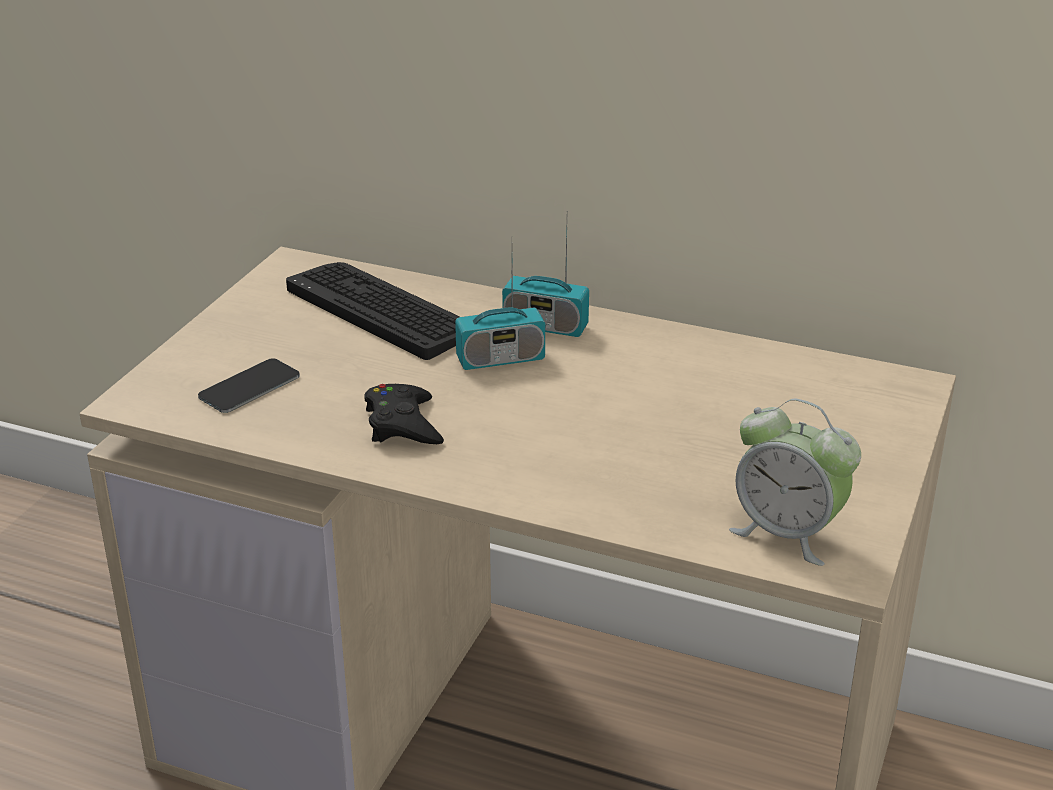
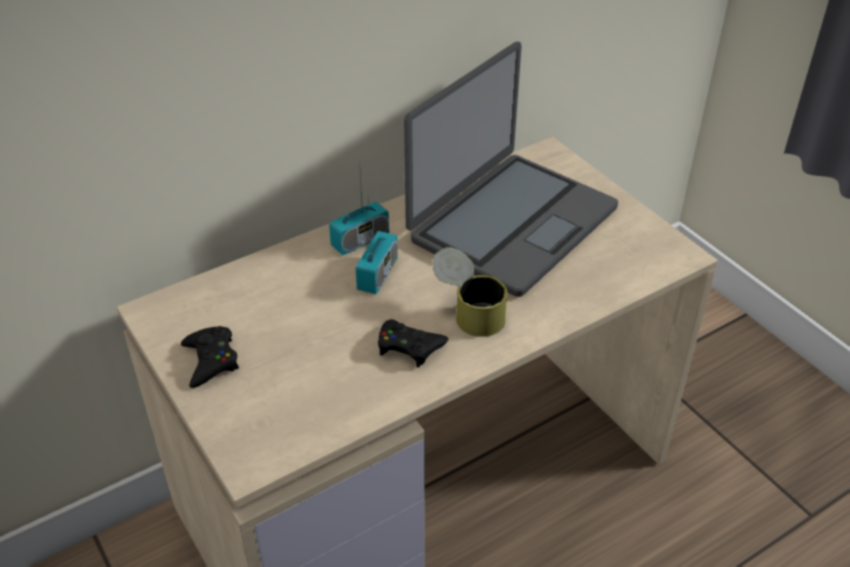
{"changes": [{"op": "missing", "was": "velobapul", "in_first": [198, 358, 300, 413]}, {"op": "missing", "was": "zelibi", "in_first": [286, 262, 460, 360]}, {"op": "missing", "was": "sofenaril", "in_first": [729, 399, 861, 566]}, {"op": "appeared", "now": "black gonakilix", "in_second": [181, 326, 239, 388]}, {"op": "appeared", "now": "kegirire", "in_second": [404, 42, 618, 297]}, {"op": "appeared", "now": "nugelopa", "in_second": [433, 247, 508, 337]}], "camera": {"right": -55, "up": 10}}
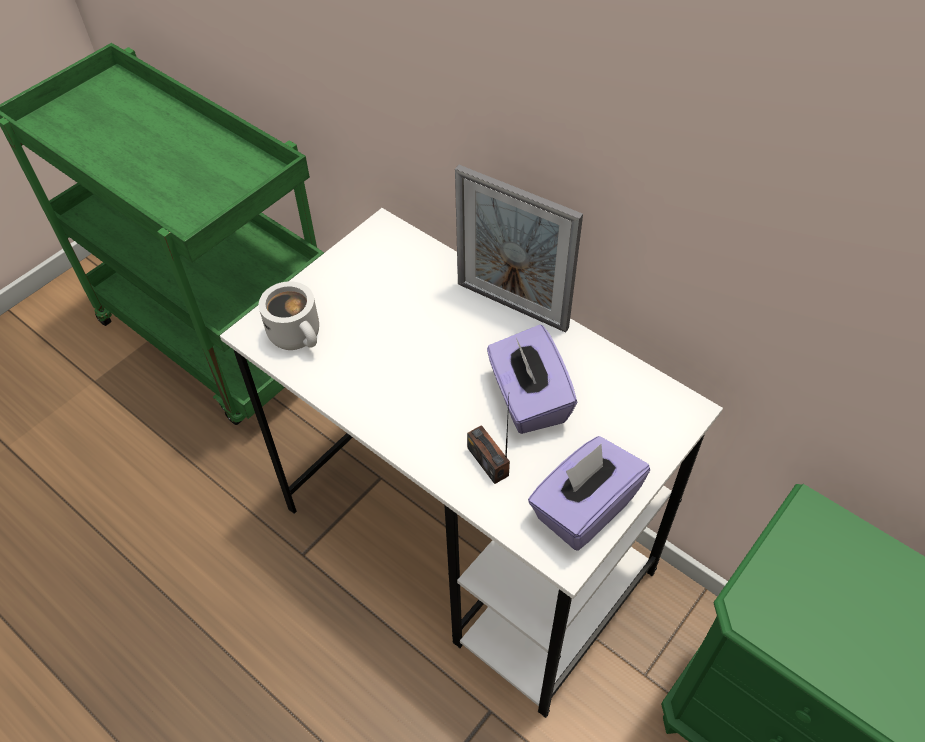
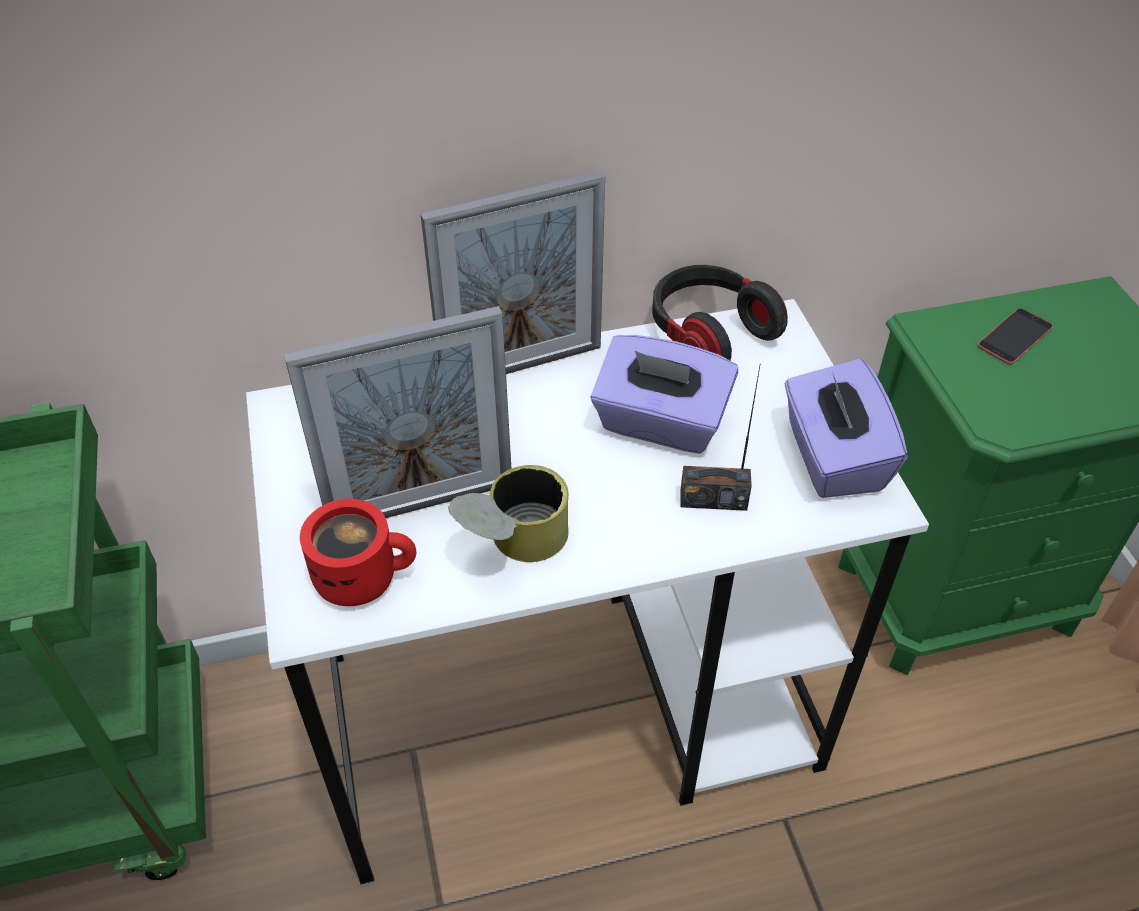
{"changes": [{"op": "appeared", "now": "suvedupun", "in_second": [284, 306, 511, 518]}, {"op": "appeared", "now": "nugelopa", "in_second": [448, 465, 569, 562]}, {"op": "appeared", "now": "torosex", "in_second": [652, 265, 788, 360]}, {"op": "appeared", "now": "velobapul", "in_second": [977, 308, 1053, 364]}, {"op": "colour", "was": "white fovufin", "now": "red fovufin", "in_first": [259, 281, 319, 350], "in_second": [300, 499, 416, 606]}], "camera": {"right": -55, "up": -5}}
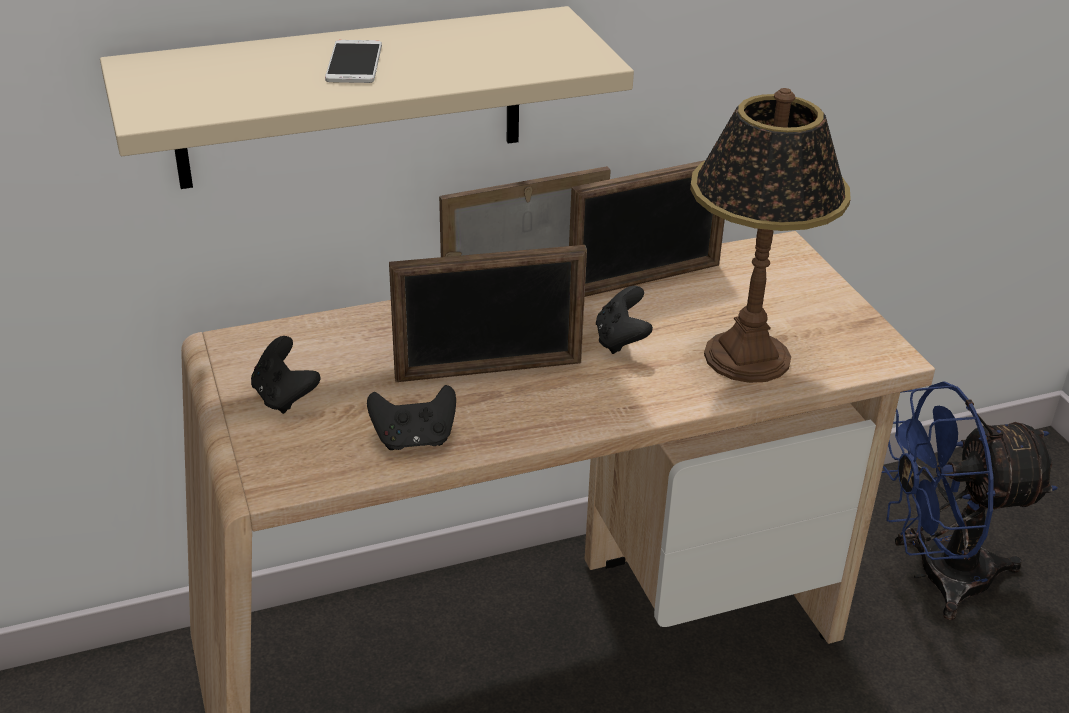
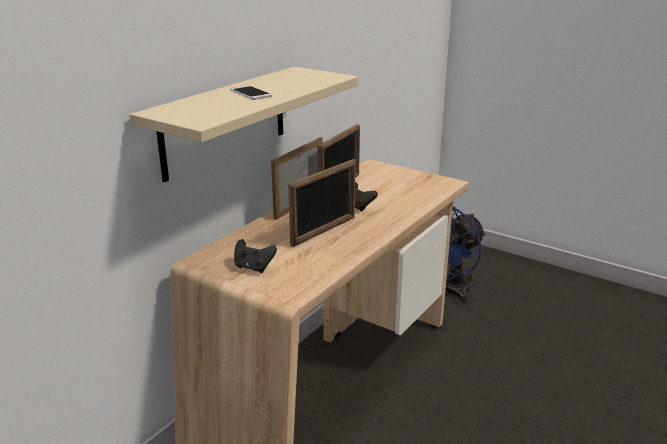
{"changes": [{"op": "missing", "was": "black gonakilix", "in_first": [367, 385, 456, 450]}, {"op": "missing", "was": "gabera", "in_first": [690, 88, 851, 383]}], "camera": {"right": -35, "up": -10}}
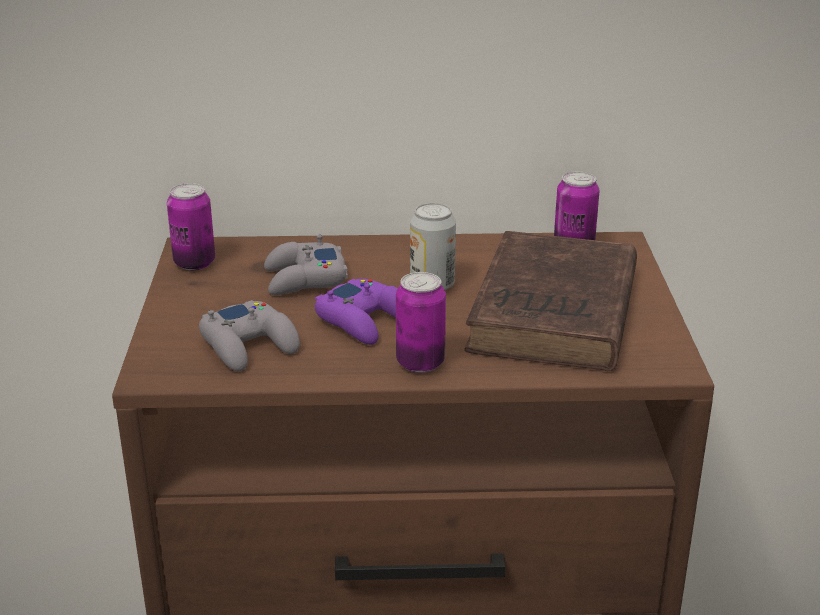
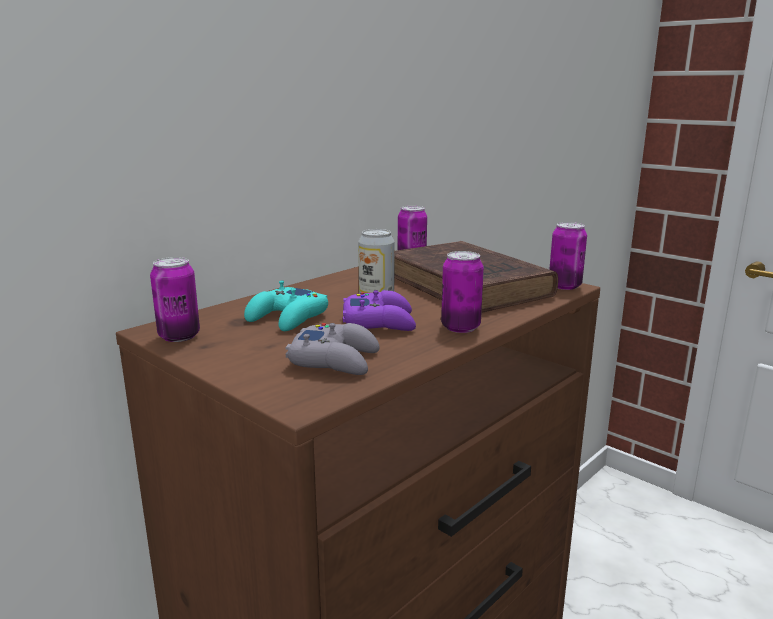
{"changes": [{"op": "appeared", "now": "nugelopa", "in_second": [549, 222, 587, 290]}, {"op": "colour", "was": "grey gonakilix", "now": "turquoise gonakilix", "in_first": [264, 235, 348, 295], "in_second": [244, 280, 328, 331]}], "camera": {"right": -45, "up": -10}}
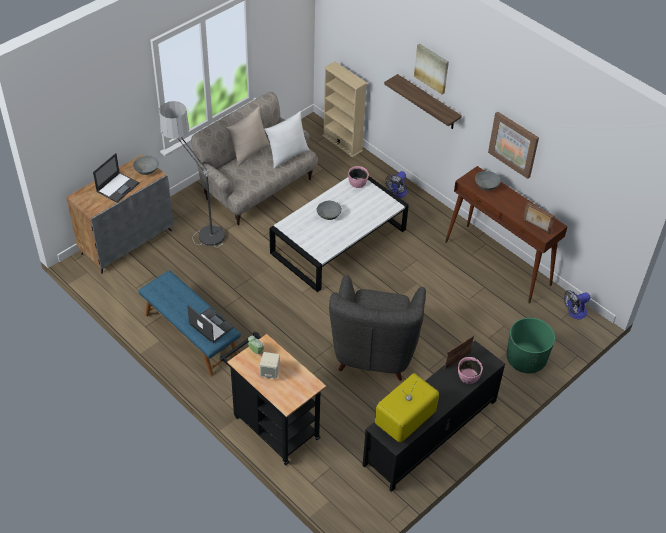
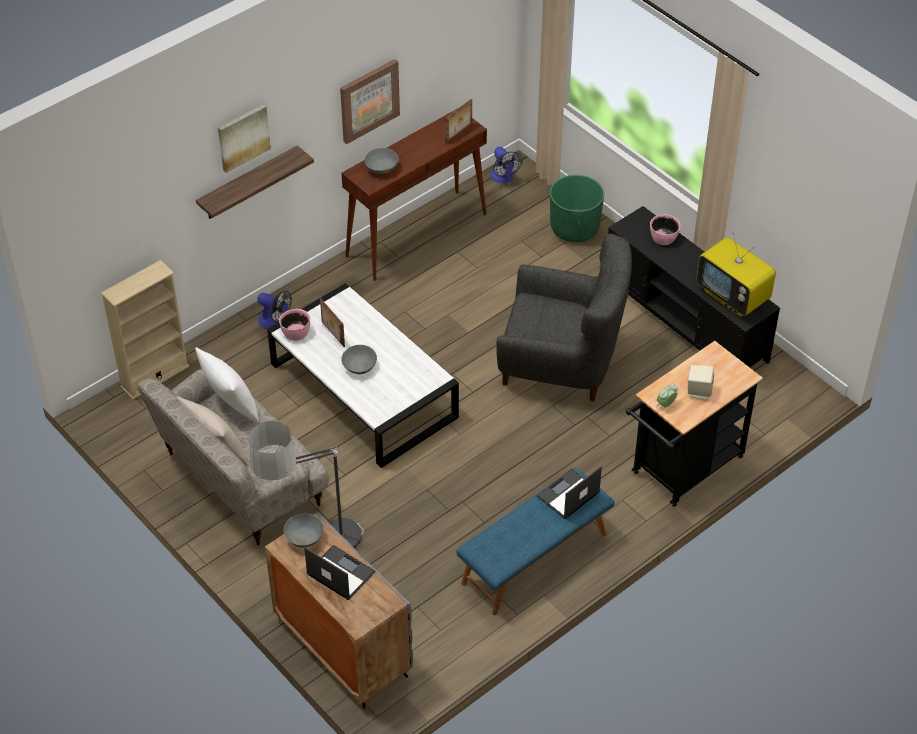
{"changes": [{"op": "relocated", "was": "suvedupun", "in_first": [445, 336, 474, 369], "in_second": [320, 298, 345, 348]}], "camera": {"right": -85, "up": 0}}
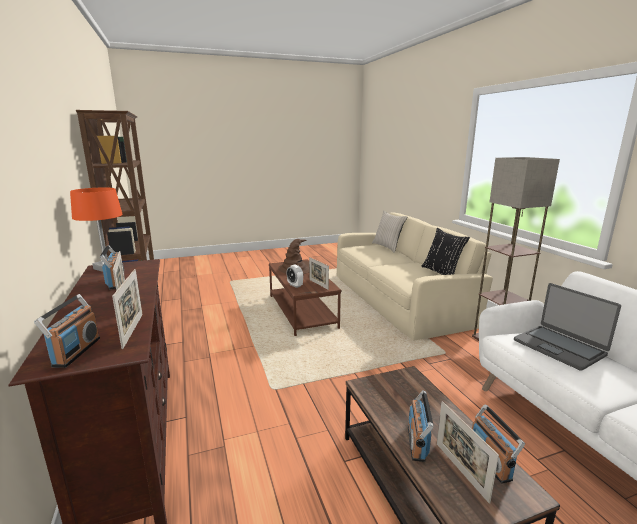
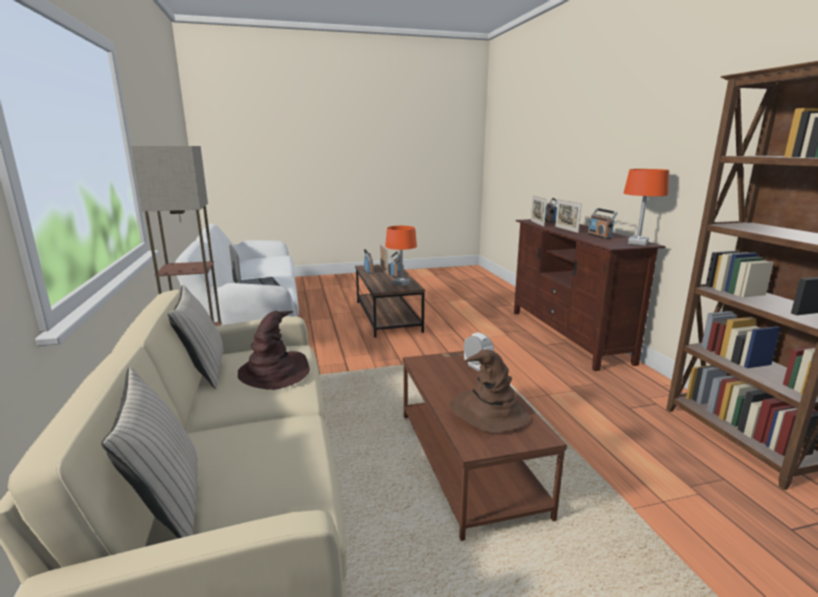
{"changes": [{"op": "missing", "was": "suvedupun", "in_first": [309, 257, 329, 290]}, {"op": "appeared", "now": "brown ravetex", "in_second": [238, 311, 310, 390]}, {"op": "appeared", "now": "orange gabera", "in_second": [385, 226, 417, 286]}, {"op": "colour", "was": "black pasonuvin", "now": "beige pasonuvin", "in_first": [421, 228, 470, 275], "in_second": [168, 285, 224, 389]}], "camera": {"right": -175, "up": 0}}
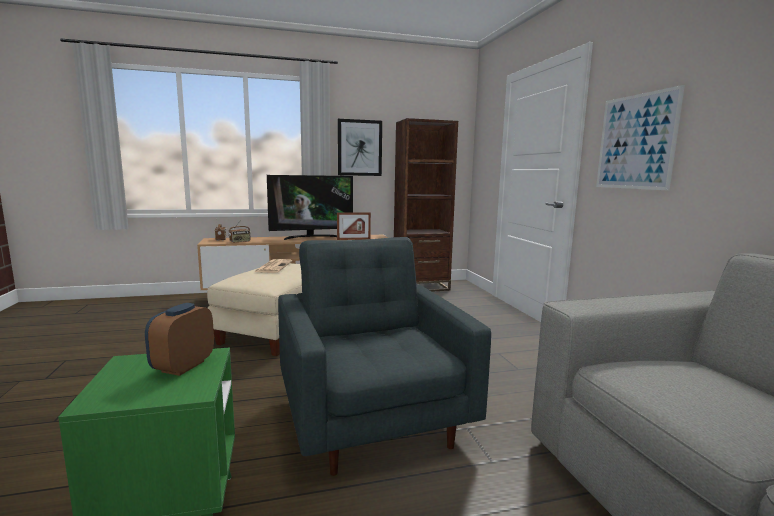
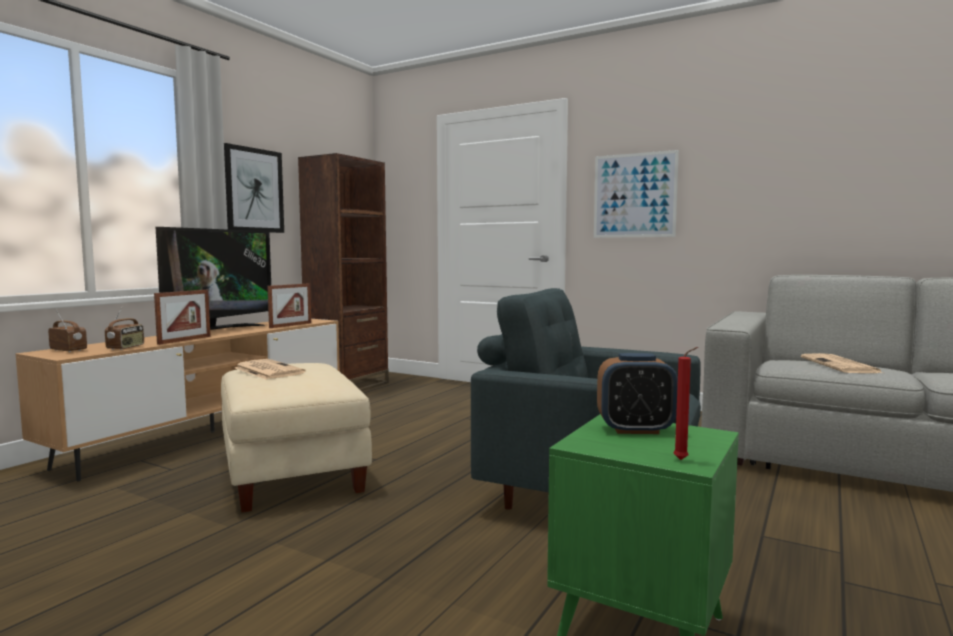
{"changes": [{"op": "appeared", "now": "suvedupun", "in_second": [154, 290, 211, 345]}, {"op": "appeared", "now": "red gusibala", "in_second": [674, 347, 698, 460]}, {"op": "appeared", "now": "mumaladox", "in_second": [801, 353, 883, 373]}, {"op": "spun", "was": "sofenaril", "in_first": [145, 303, 214, 376], "in_second": [597, 353, 678, 434], "clockwise": -60}], "camera": {"right": -45, "up": -5}}
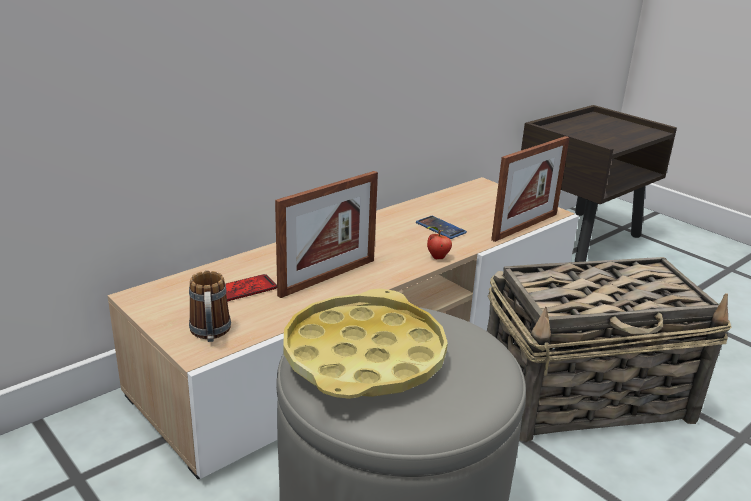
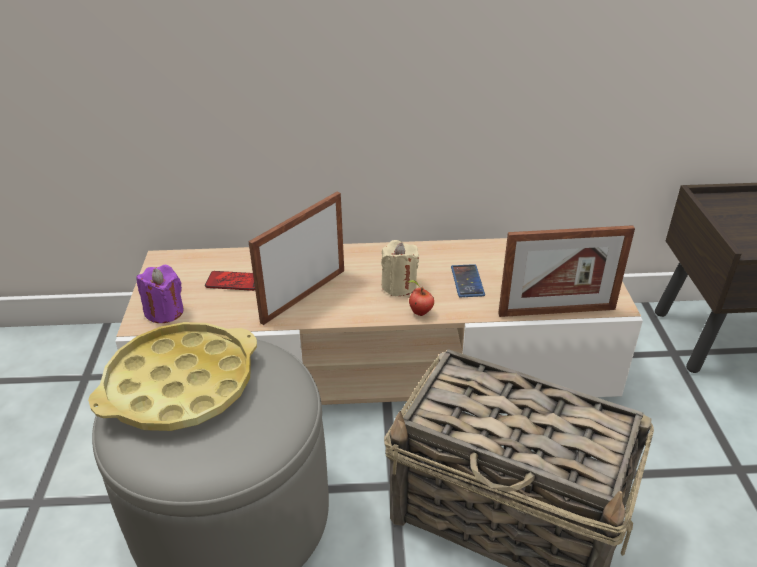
{"changes": [{"op": "appeared", "now": "beige gusibala", "in_second": [381, 240, 419, 296]}, {"op": "exchanged", "was": "fovufin", "now": "purple gusibala", "in_first": [189, 271, 231, 342], "in_second": [136, 265, 184, 323]}, {"op": "spun", "was": "suvedupun", "in_first": [275, 171, 378, 298], "in_second": [248, 192, 344, 325], "clockwise": 135}], "camera": {"right": 40, "up": 10}}
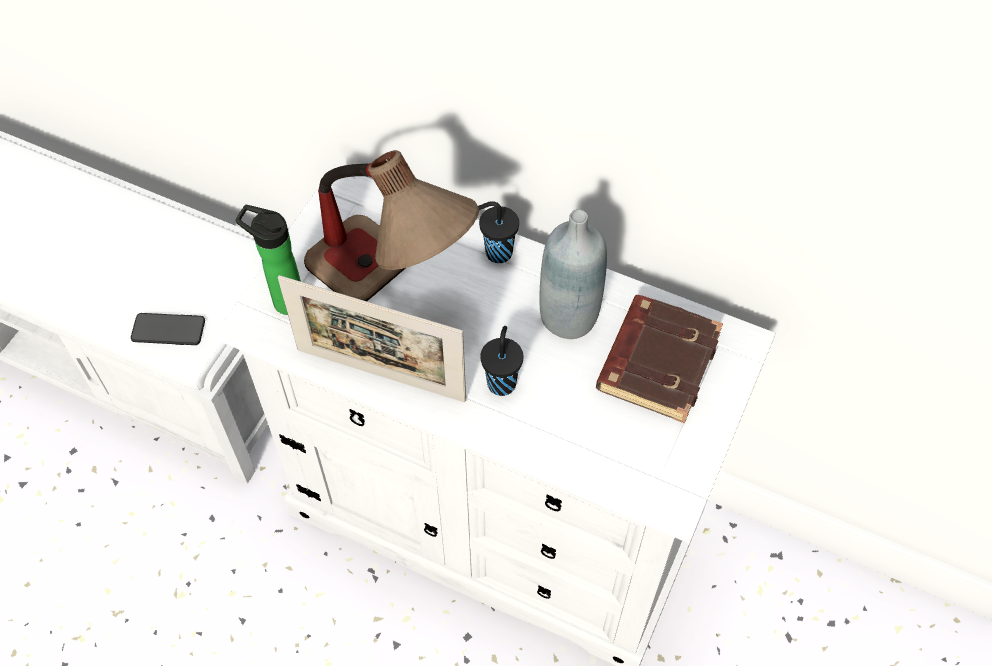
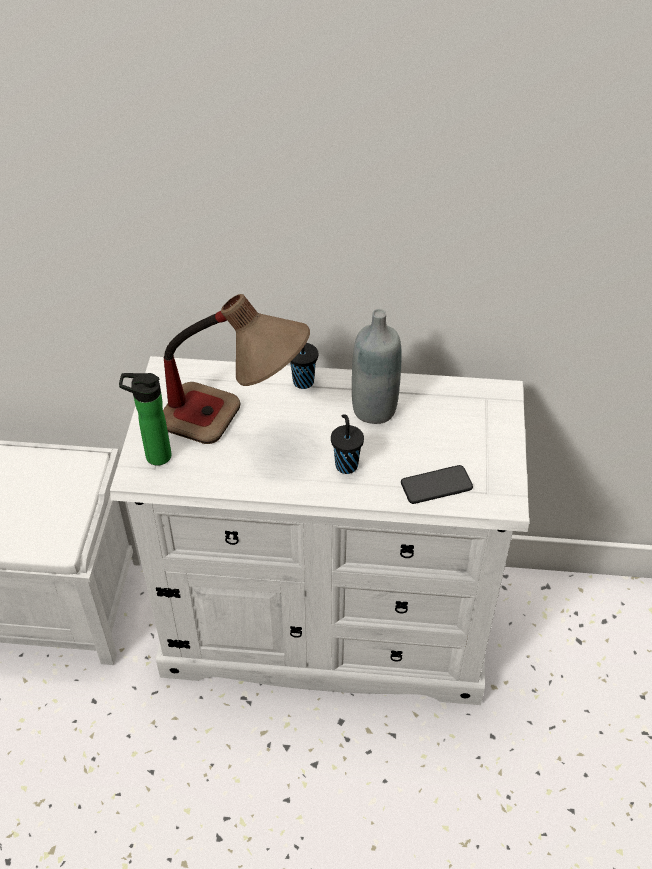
{"changes": [{"op": "missing", "was": "suvedupun", "in_first": [278, 275, 466, 402]}, {"op": "missing", "was": "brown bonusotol", "in_first": [596, 295, 723, 423]}, {"op": "relocated", "was": "velobapul", "in_first": [131, 313, 205, 345], "in_second": [401, 465, 473, 504]}], "camera": {"right": -20, "up": -10}}
